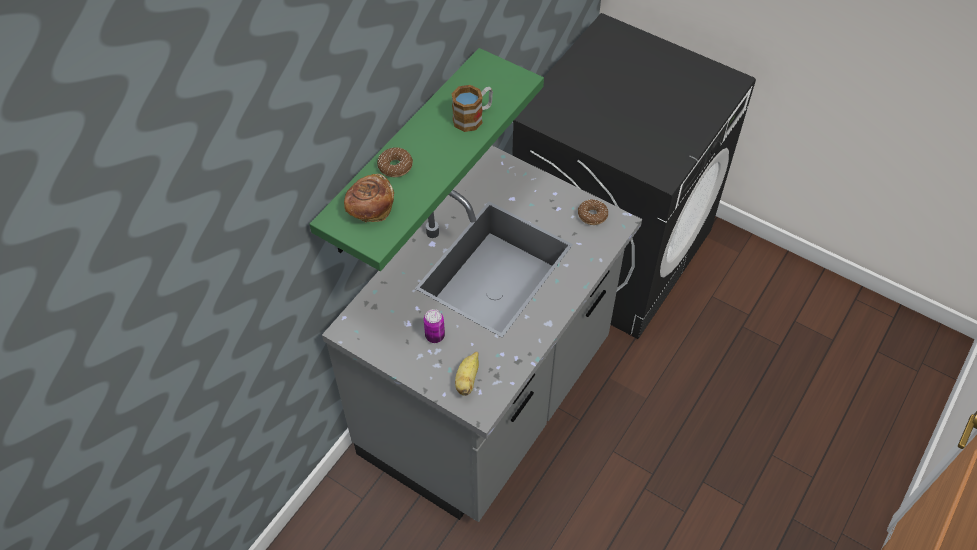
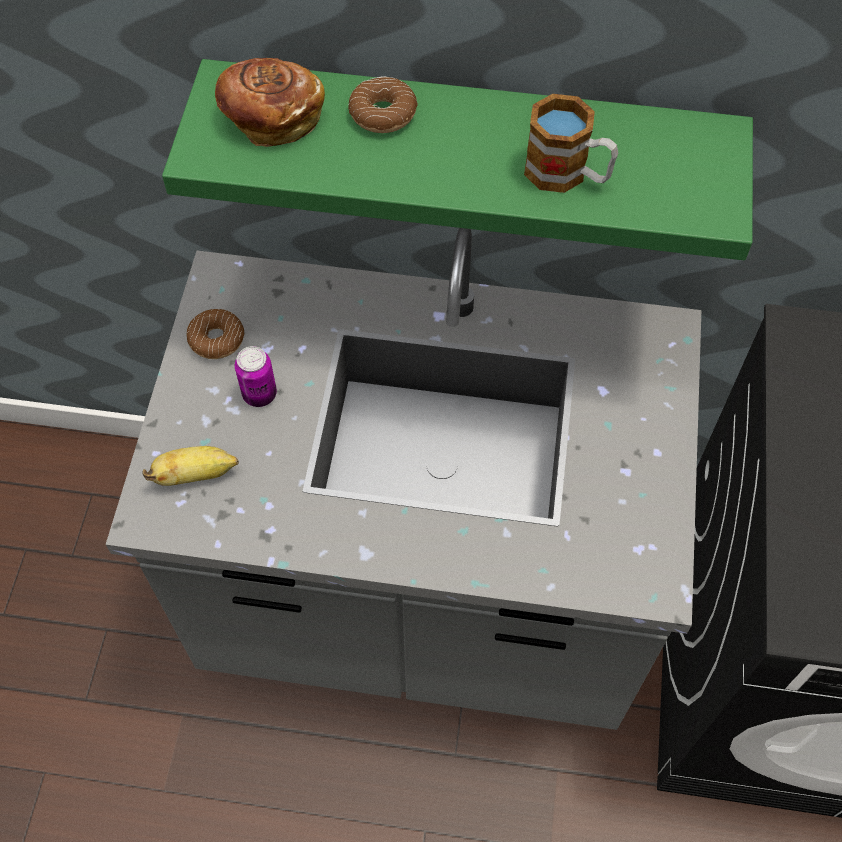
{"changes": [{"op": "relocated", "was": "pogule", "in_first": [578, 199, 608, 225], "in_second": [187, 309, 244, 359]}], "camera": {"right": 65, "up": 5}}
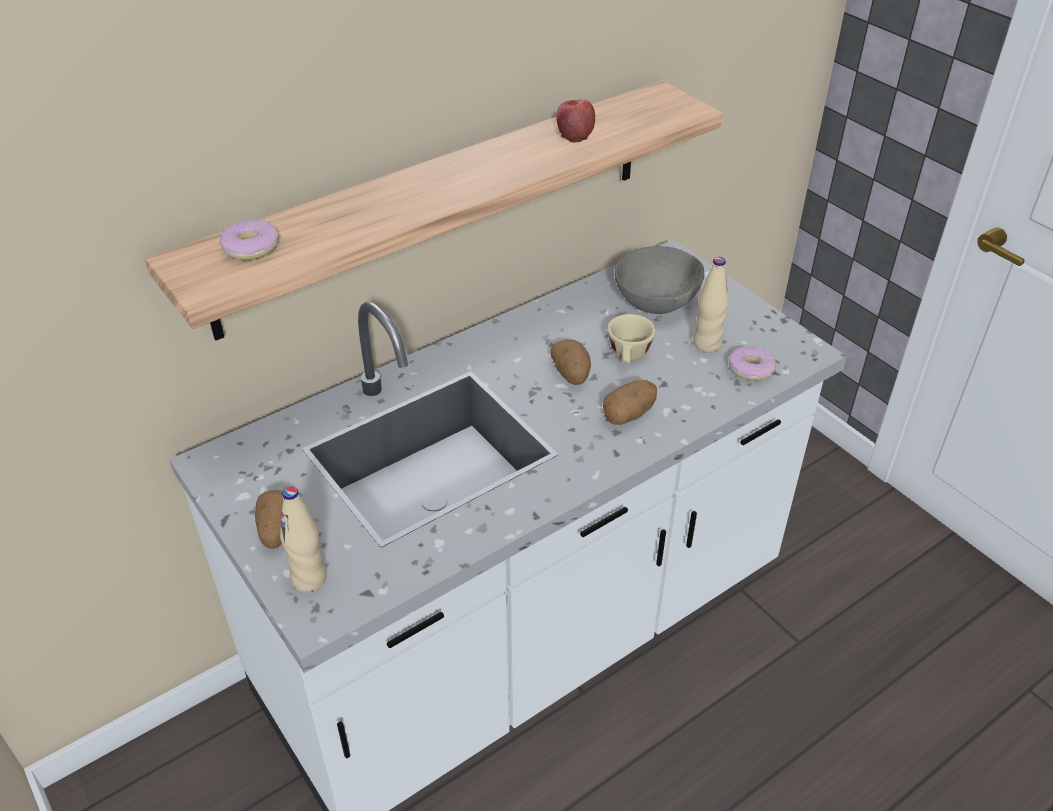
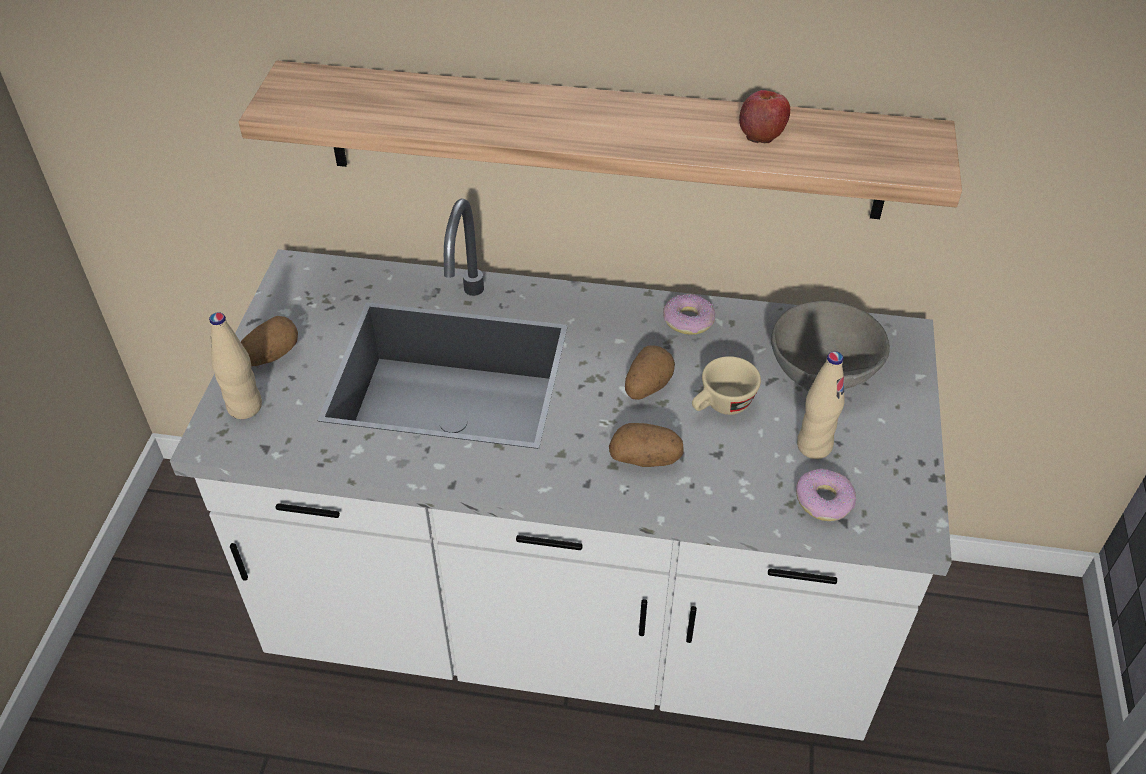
{"changes": [{"op": "relocated", "was": "pogule", "in_first": [220, 220, 280, 260], "in_second": [663, 294, 715, 335]}], "camera": {"right": 45, "up": 5}}
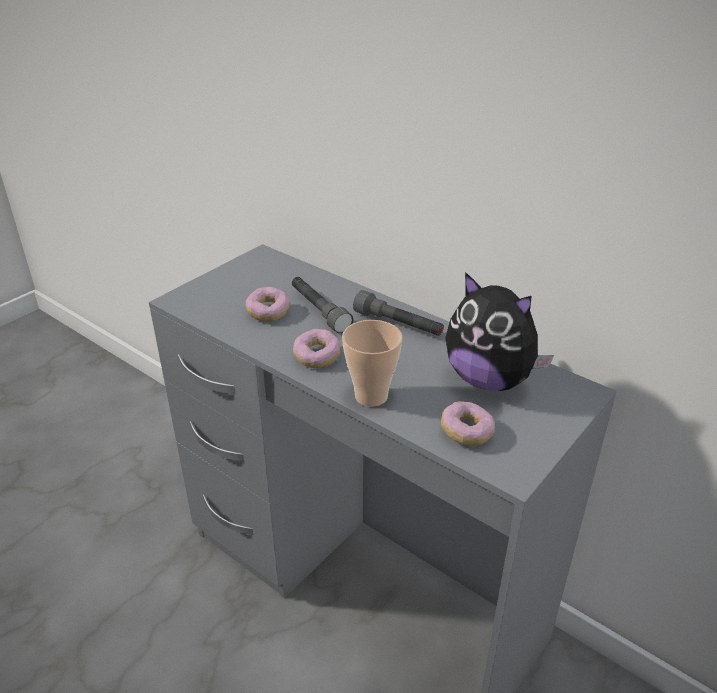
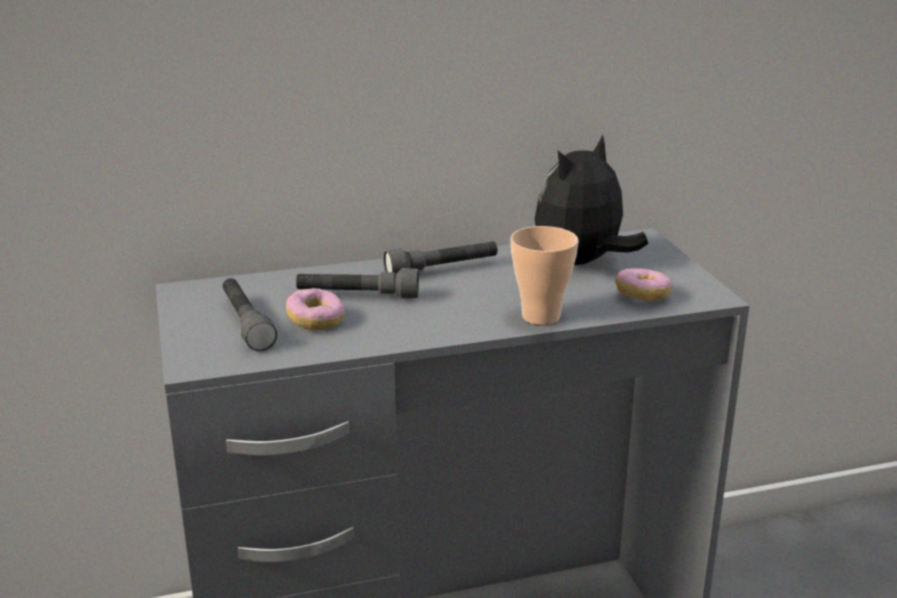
{"changes": [{"op": "missing", "was": "pogule", "in_first": [293, 329, 340, 368]}, {"op": "appeared", "now": "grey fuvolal", "in_second": [222, 278, 277, 351]}, {"op": "spun", "was": "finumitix", "in_first": [445, 272, 554, 391], "in_second": [535, 134, 648, 265], "clockwise": 150}], "camera": {"right": -55, "up": -10}}
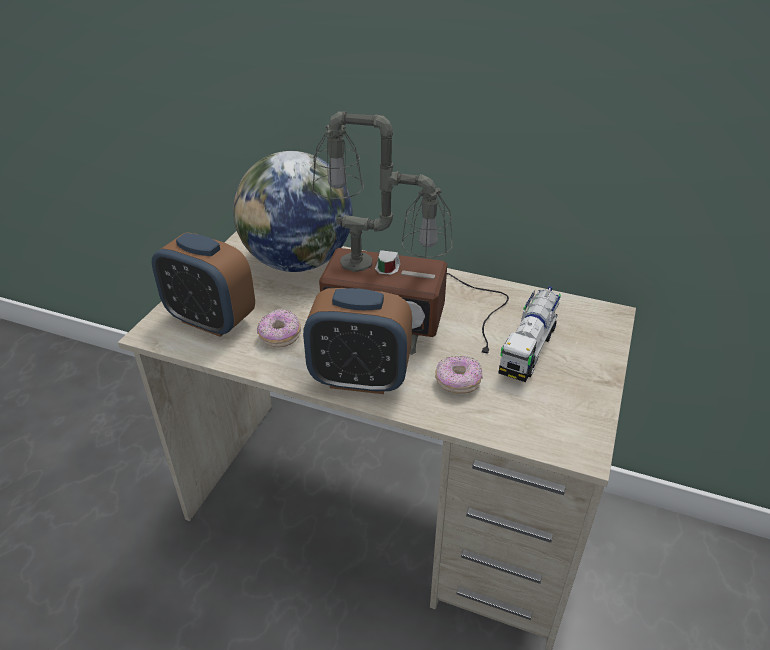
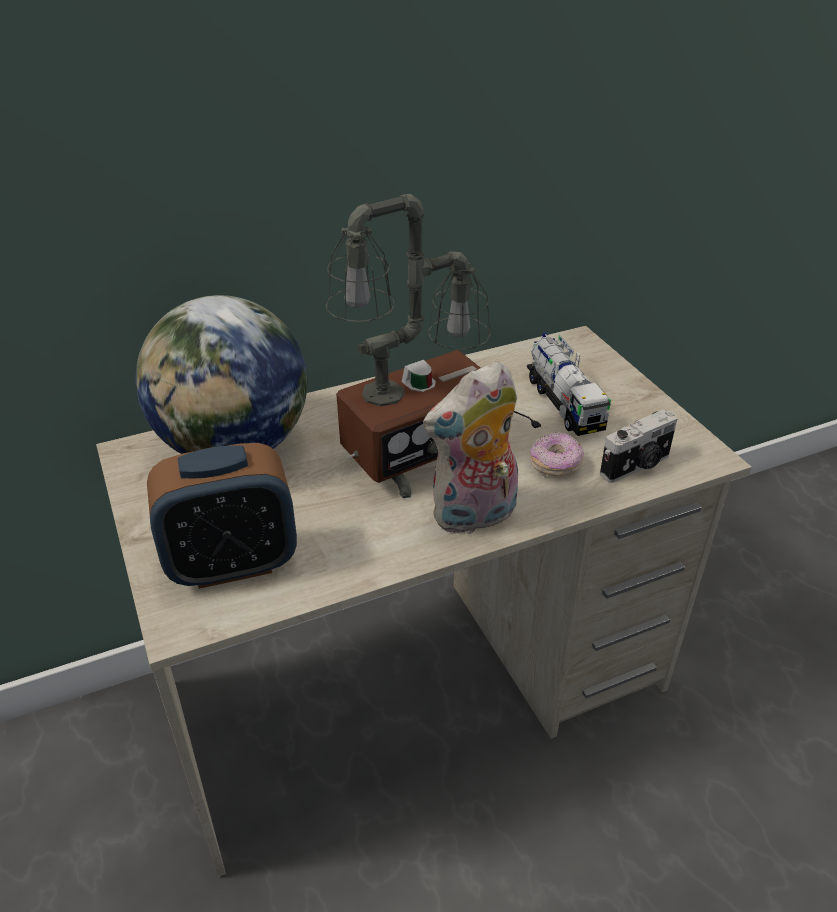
{"changes": [{"op": "missing", "was": "pogule", "in_first": [257, 309, 301, 347]}, {"op": "appeared", "now": "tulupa", "in_second": [600, 409, 677, 483]}, {"op": "exchanged", "was": "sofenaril", "now": "finumitix", "in_first": [303, 288, 412, 394], "in_second": [423, 361, 518, 536]}], "camera": {"right": -45, "up": 0}}
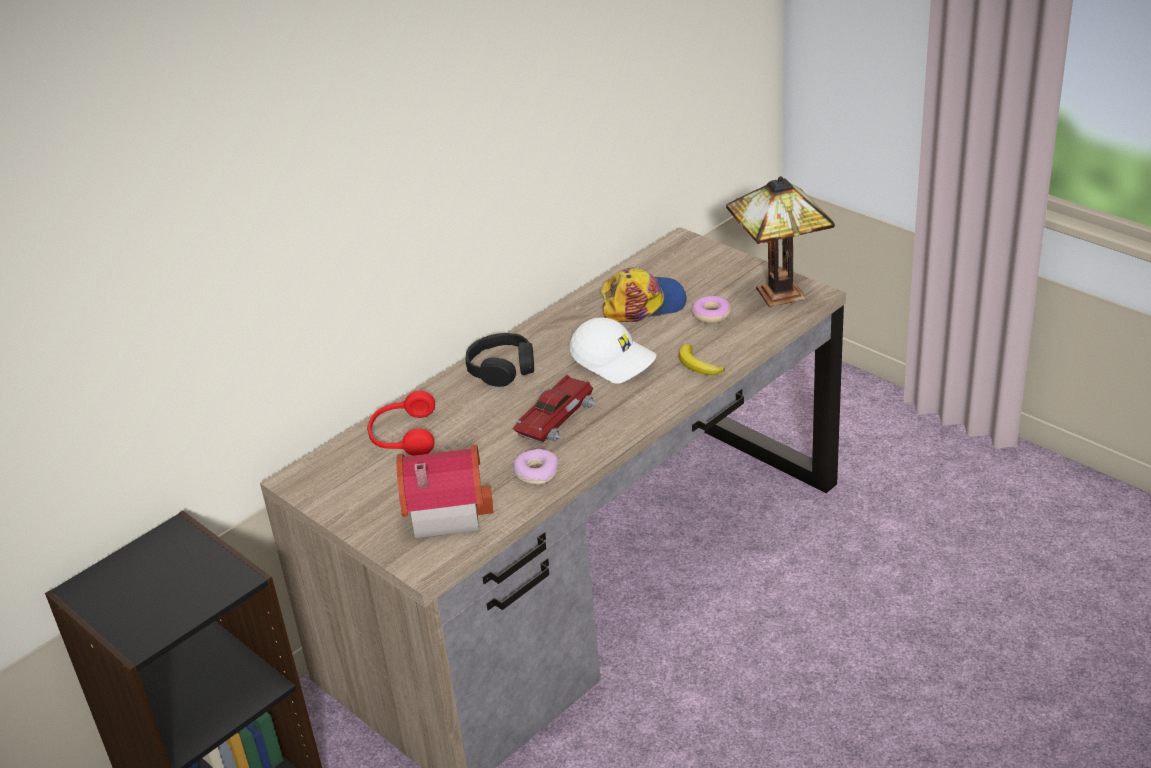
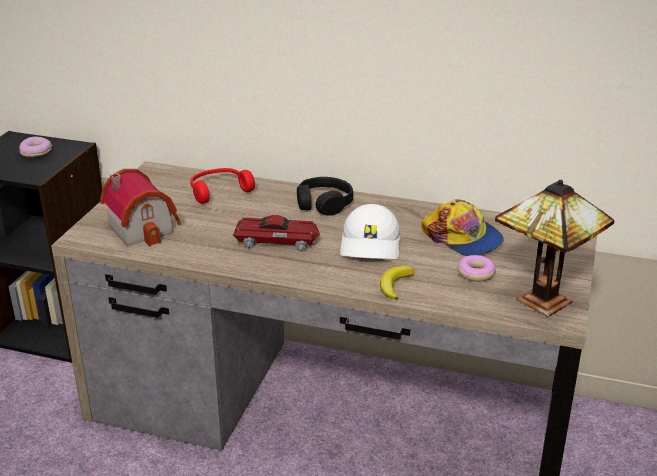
{"changes": [{"op": "relocated", "was": "pogule", "in_first": [513, 449, 559, 485], "in_second": [19, 137, 52, 157]}], "camera": {"right": 60, "up": -5}}
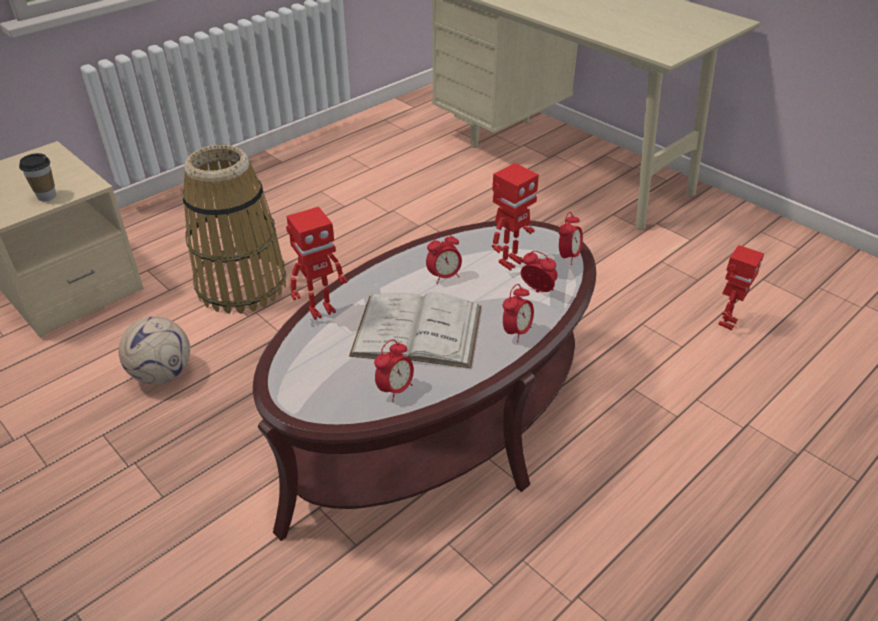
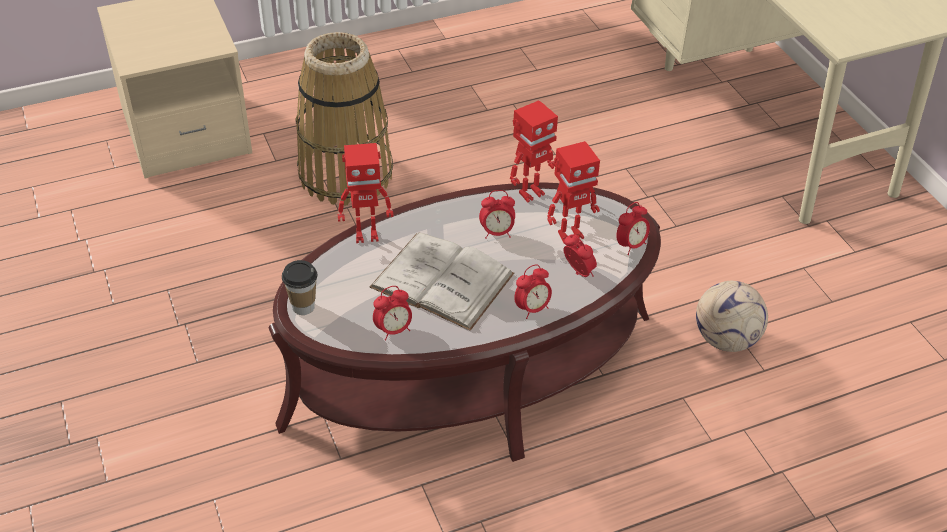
{"changes": [{"op": "relocated", "was": "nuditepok", "in_first": [19, 153, 56, 201], "in_second": [282, 260, 317, 315]}, {"op": "relocated", "was": "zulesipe", "in_first": [118, 316, 190, 384], "in_second": [696, 281, 768, 352]}, {"op": "relocated", "was": "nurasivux", "in_first": [718, 245, 764, 330], "in_second": [510, 100, 558, 202]}], "camera": {"right": 20, "up": 5}}
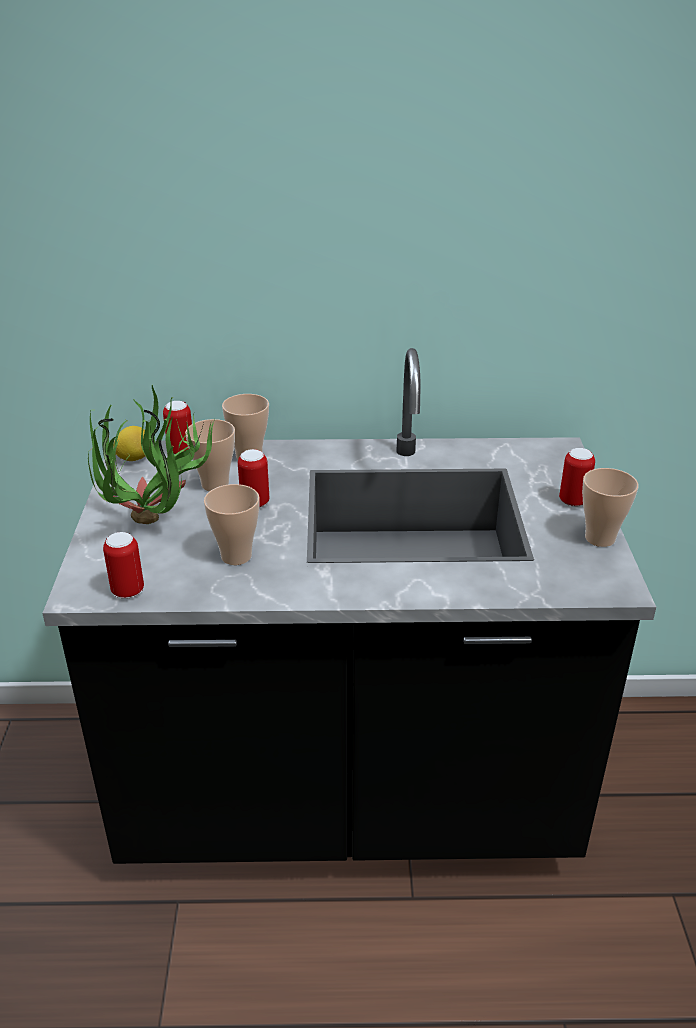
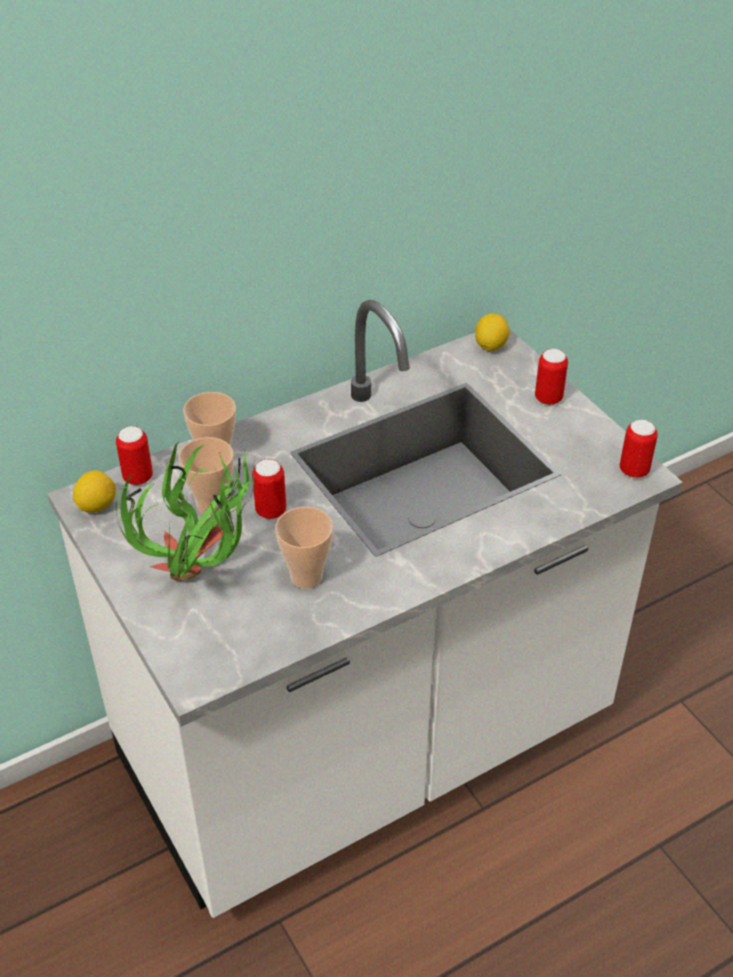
{"changes": [{"op": "missing", "was": "nuditepok", "in_first": [582, 468, 638, 547]}, {"op": "appeared", "now": "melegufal", "in_second": [475, 314, 510, 351]}, {"op": "relocated", "was": "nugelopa", "in_first": [103, 532, 144, 599], "in_second": [620, 420, 658, 478]}, {"op": "colour", "was": "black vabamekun", "now": "white vabamekun", "in_first": [42, 348, 656, 864], "in_second": [47, 300, 683, 918]}], "camera": {"right": -30, "up": 10}}
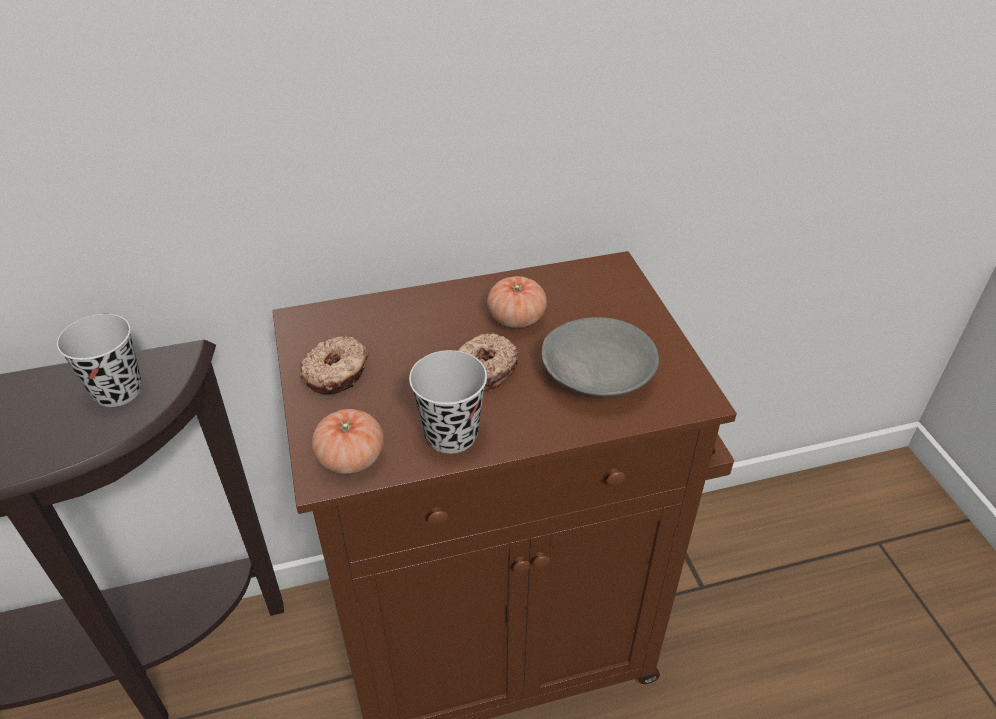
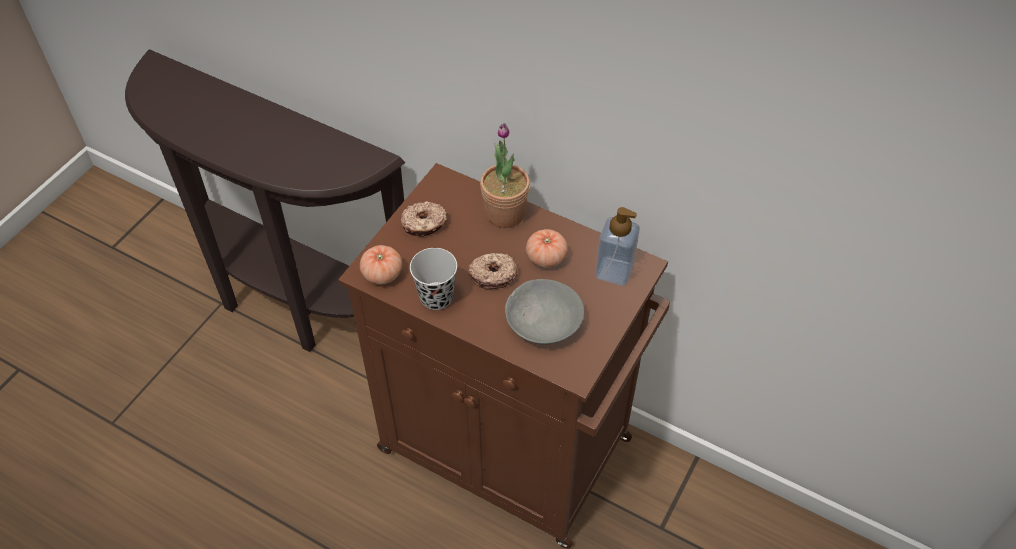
{"changes": [{"op": "missing", "was": "black nuditepok", "in_first": [57, 314, 142, 407]}, {"op": "appeared", "now": "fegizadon", "in_second": [480, 123, 530, 228]}, {"op": "appeared", "now": "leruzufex", "in_second": [595, 207, 640, 286]}], "camera": {"right": 45, "up": 10}}
